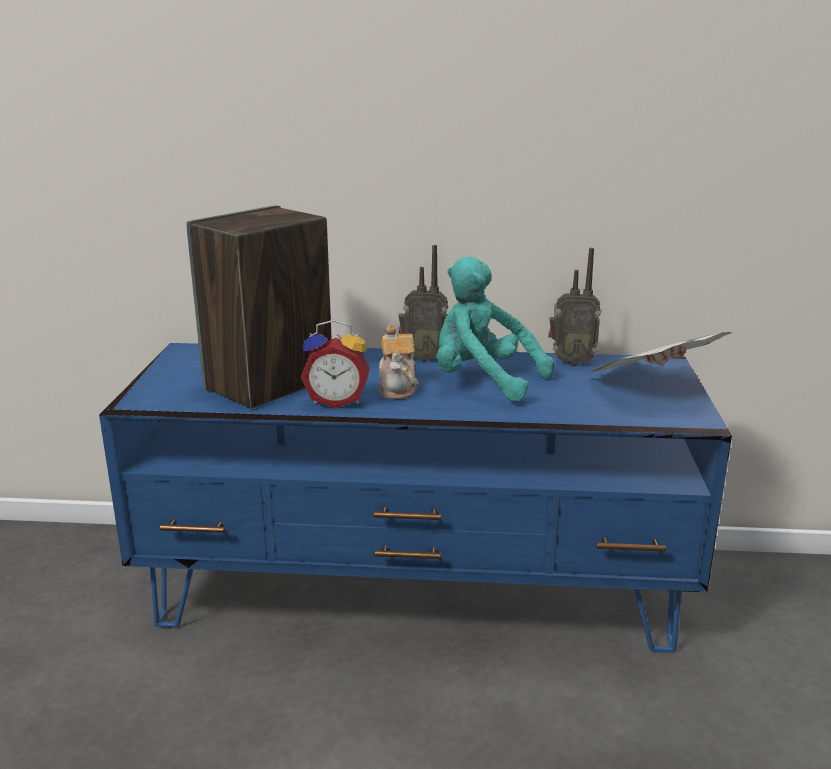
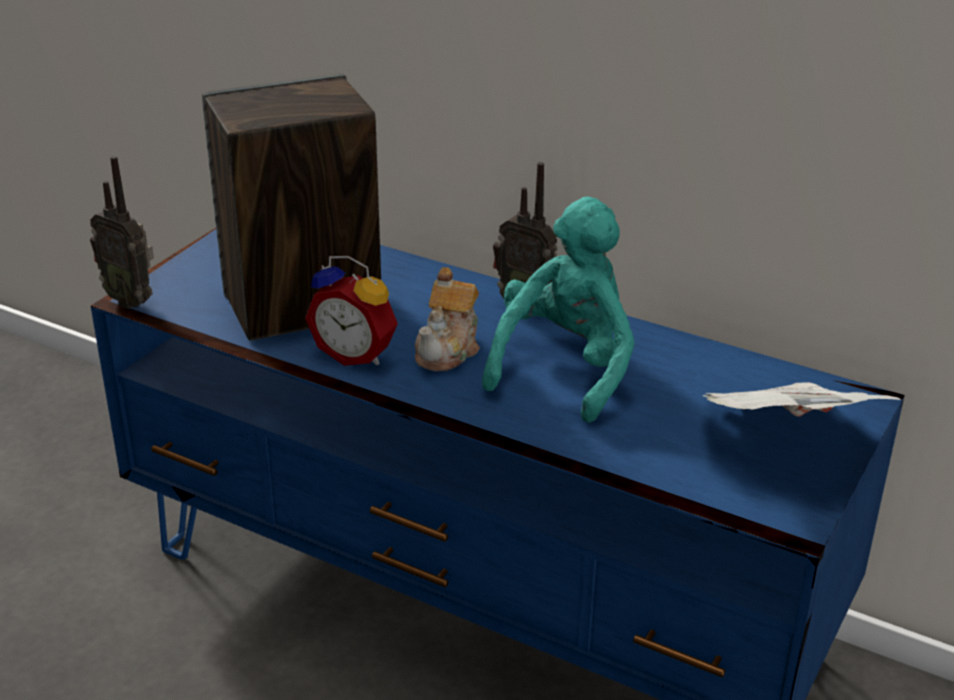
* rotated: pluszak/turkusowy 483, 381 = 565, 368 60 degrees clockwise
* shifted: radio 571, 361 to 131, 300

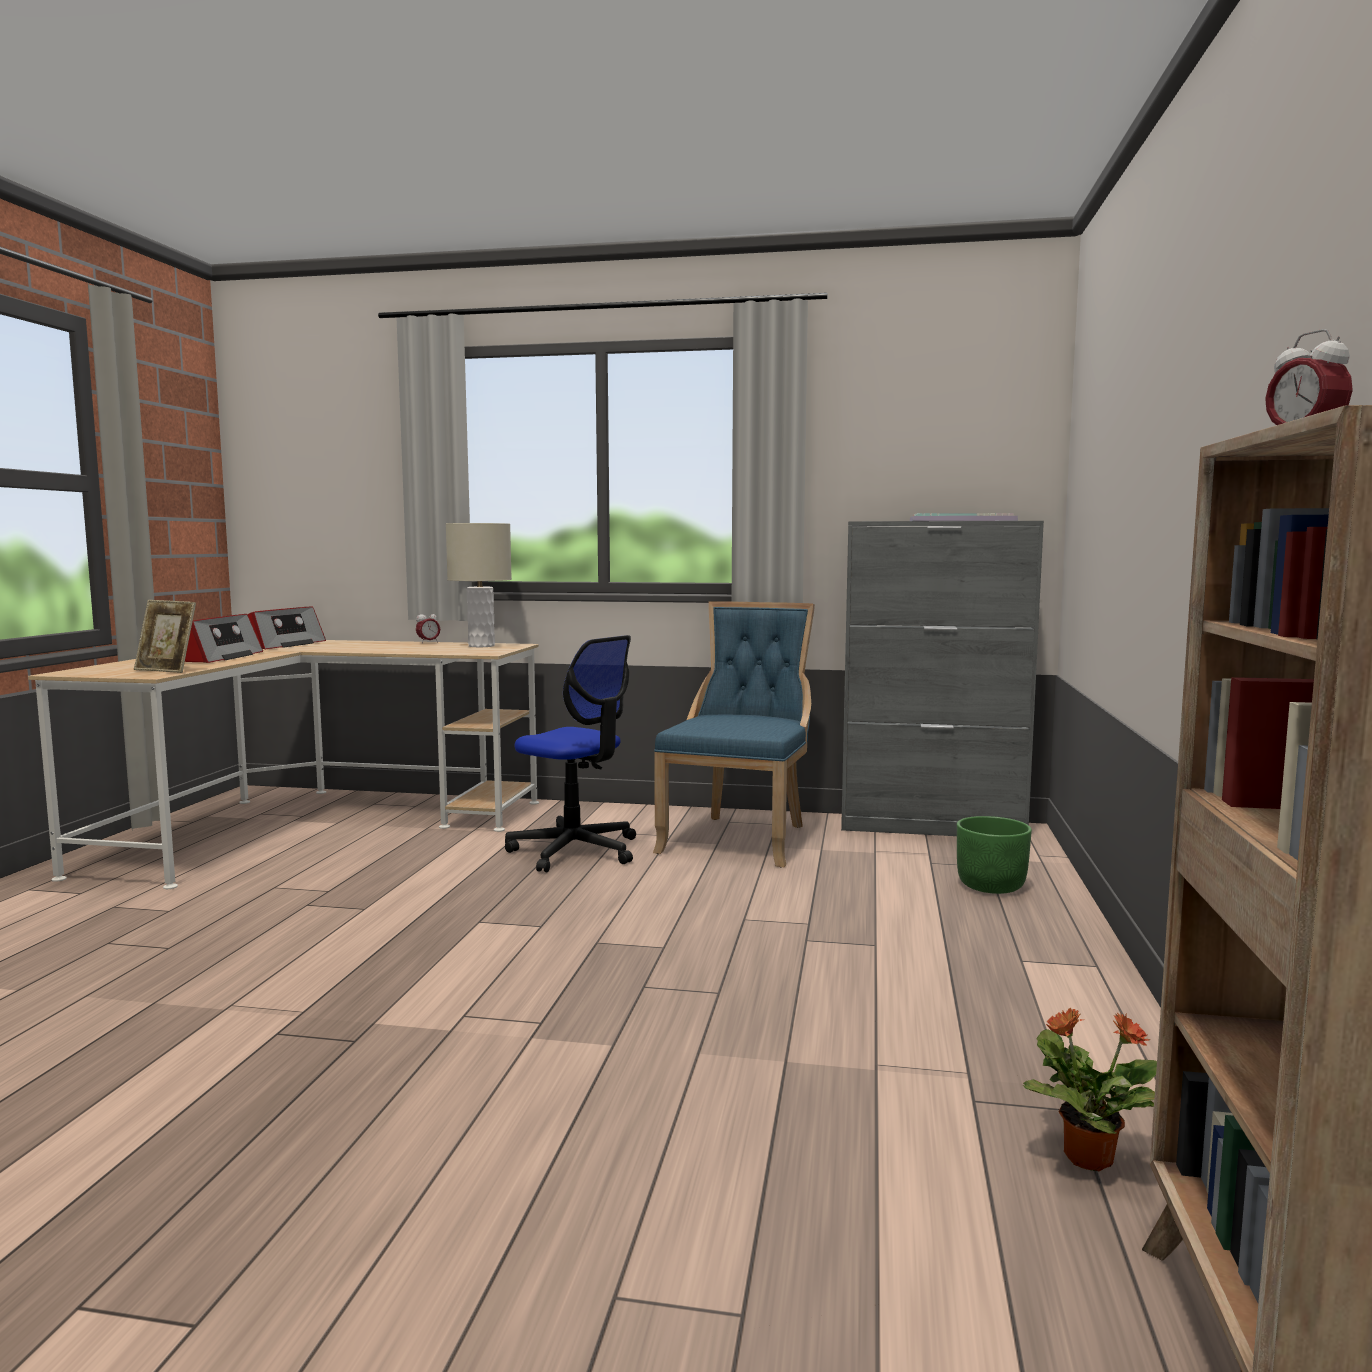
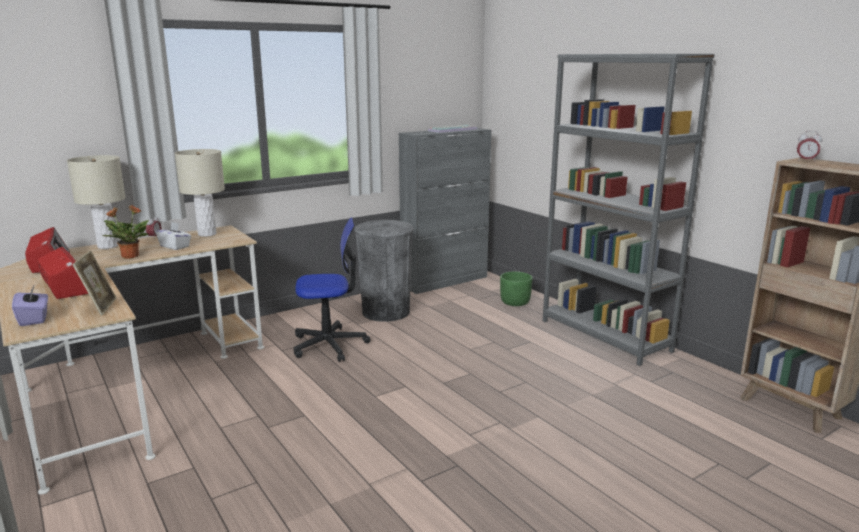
* rotated: ramka na zdjęcie 167, 670 = 100, 307 75 degrees counterclockwise
* swapped: krzesło/niebieski 740, 838 to kosz na śmieci/szary 386, 312
* shifted: roślina doniczkowa 1086, 1157 to 129, 256
* new: pudełko chusteczek/fioletowy 34, 319
* new: lampa stołowa/beżowy 107, 246
* new: pudełko chusteczek/biały 175, 246
* new: regał/szary 605, 335

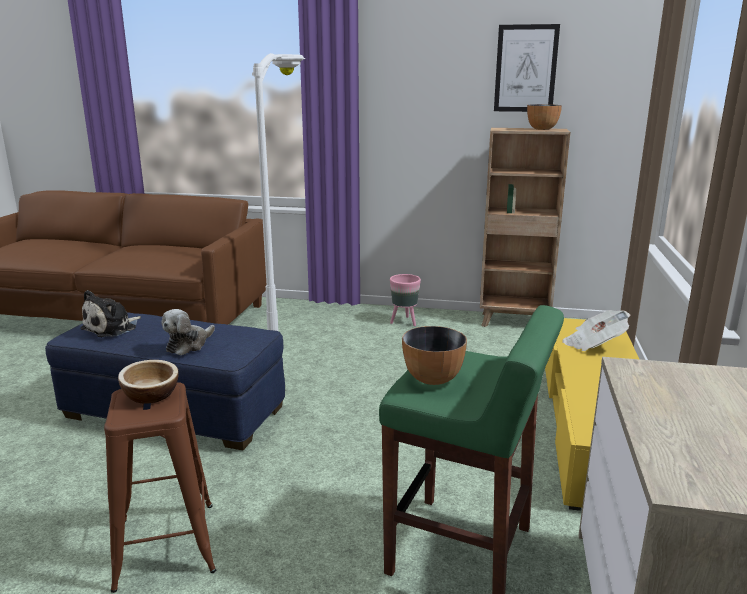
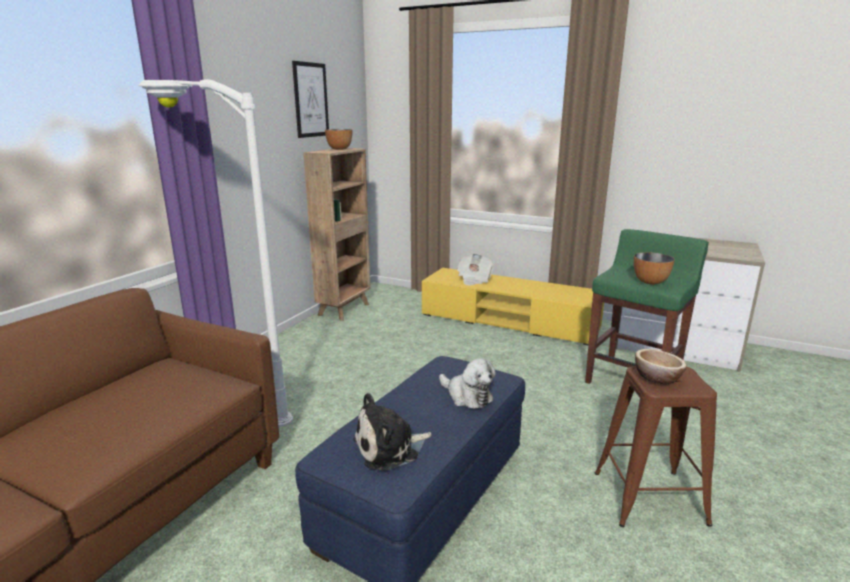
* rotated: pluszak 112, 328 = 390, 448 105 degrees clockwise
* gone: donica/różowy 404, 322

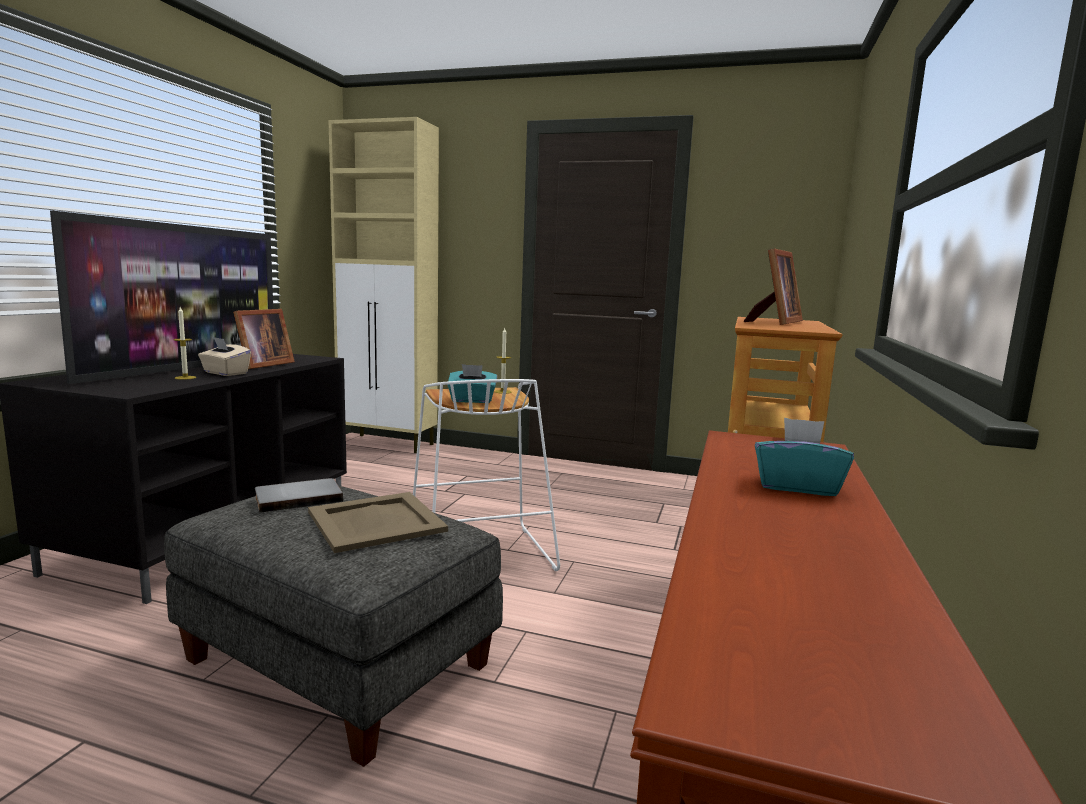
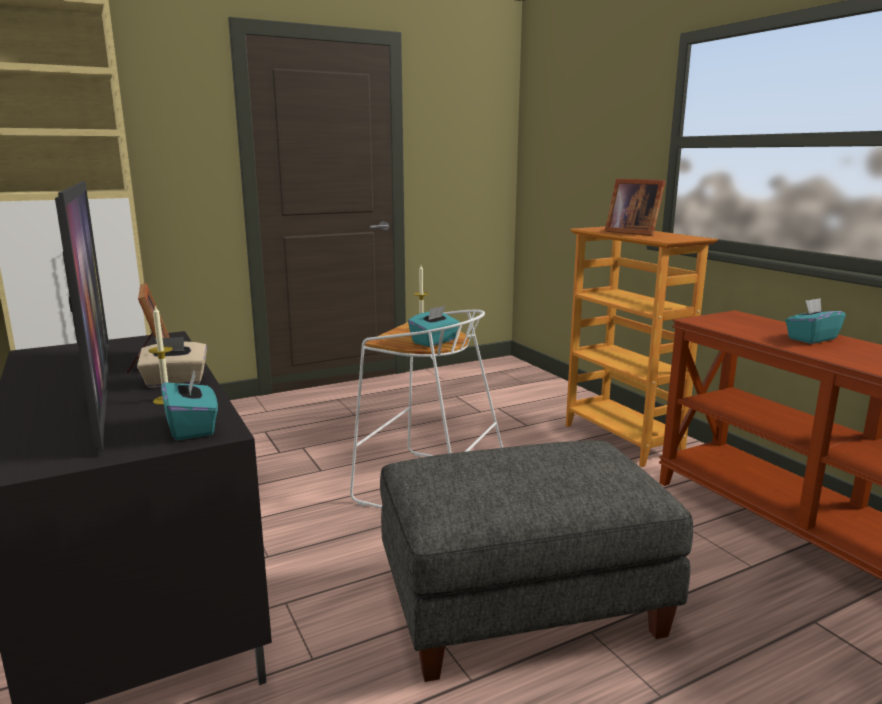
* gone: książka/szary 298, 497
* gone: taca/beżowy 375, 522
* rotated: ramka na zdjęcie 774, 322 = 632, 233 150 degrees clockwise
* new: pudełko chusteczek/turkusowy 192, 427

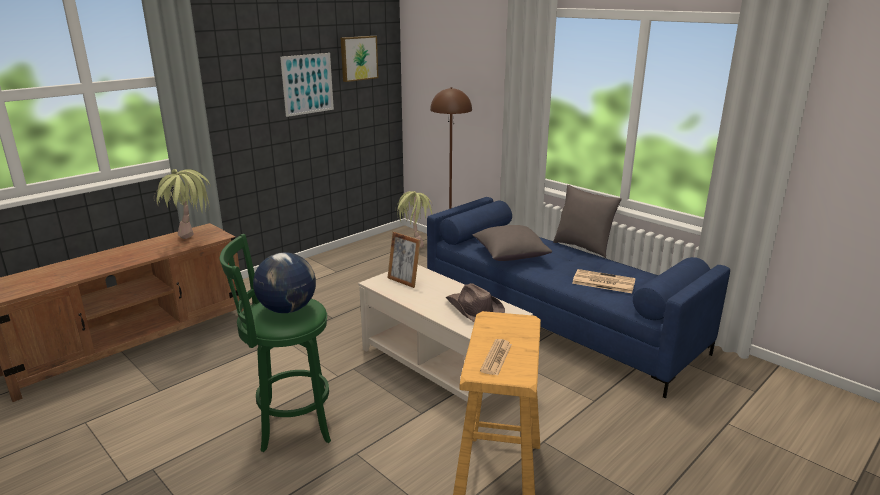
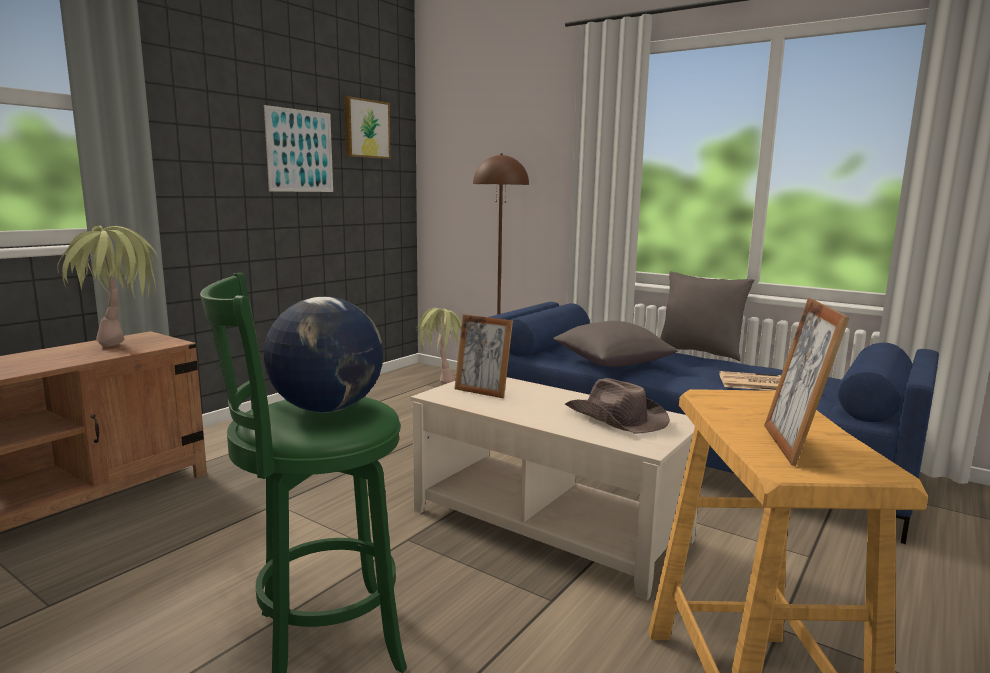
* swapped: gazeta 496, 358 to ramka na zdjęcie 793, 445

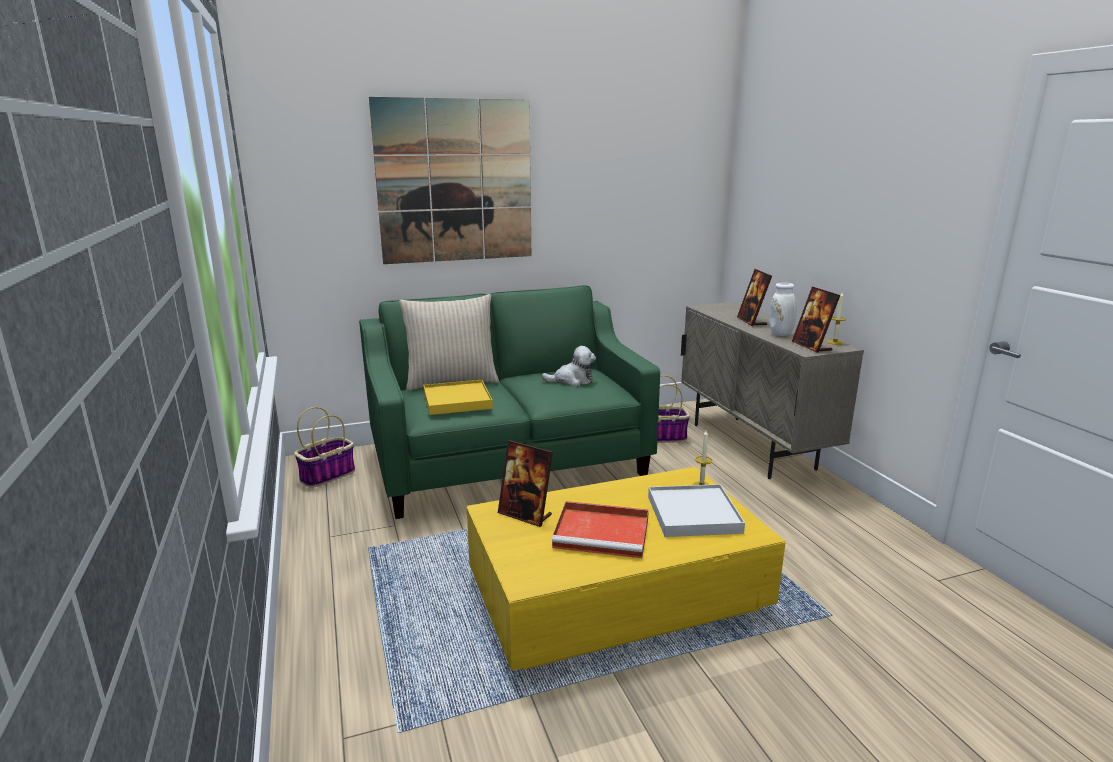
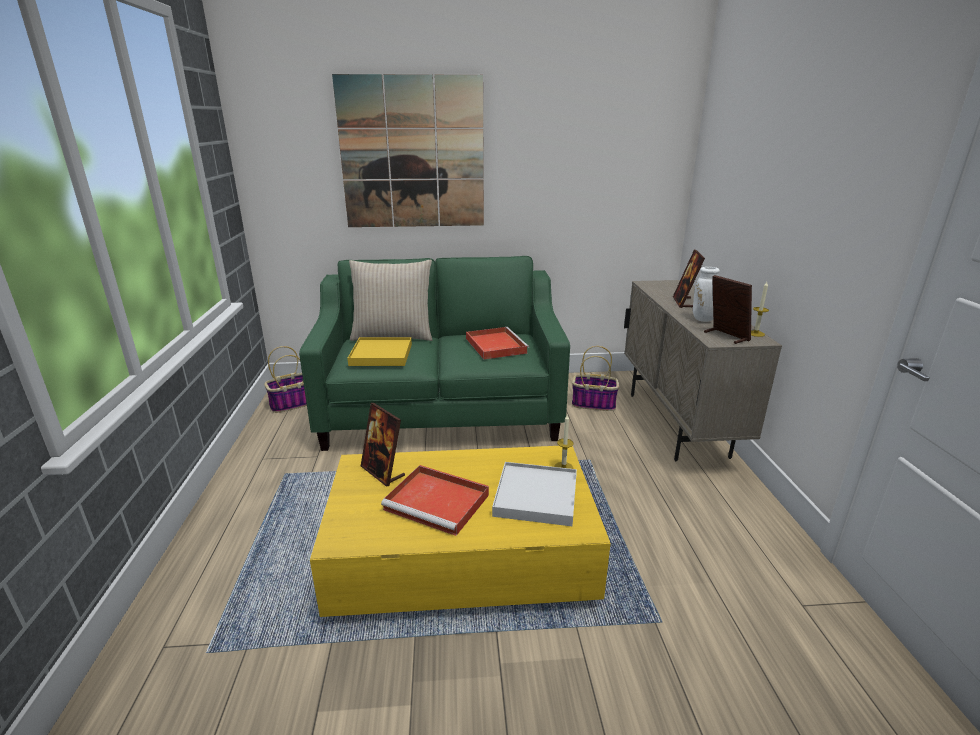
* swapped: pluszak 572, 380 to taca/czerwony 495, 345
* rotated: ramka na zdjęcie 812, 346 = 725, 336 150 degrees clockwise

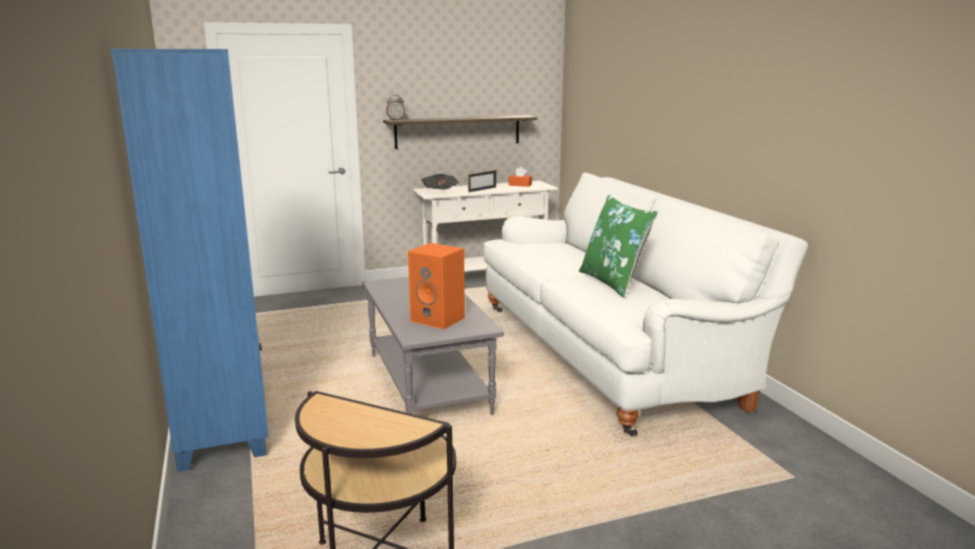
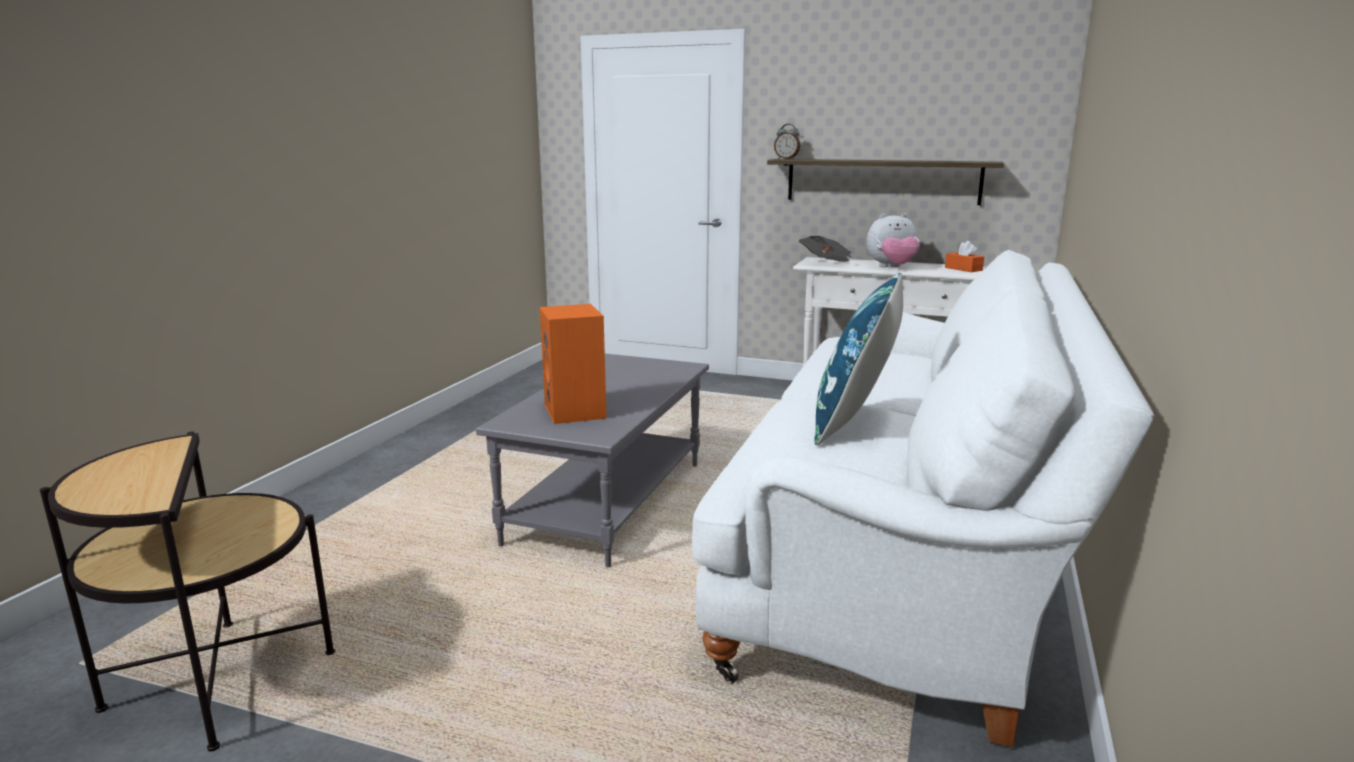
* gone: regał/niebieski 224, 422
* swapped: ramka na zdjęcie 482, 189 to pluszak 892, 267
* repainted: poduszka/zielony 613, 282 to poduszka/niebieski 855, 422

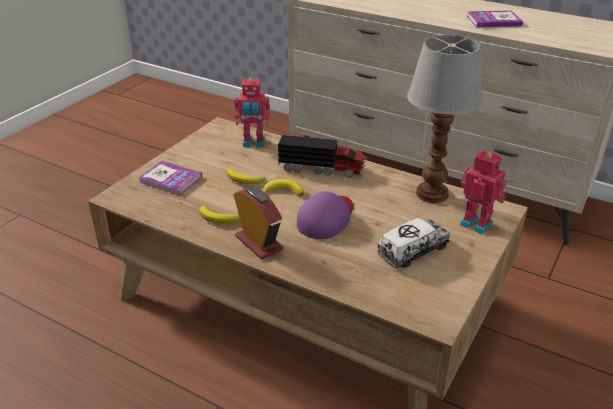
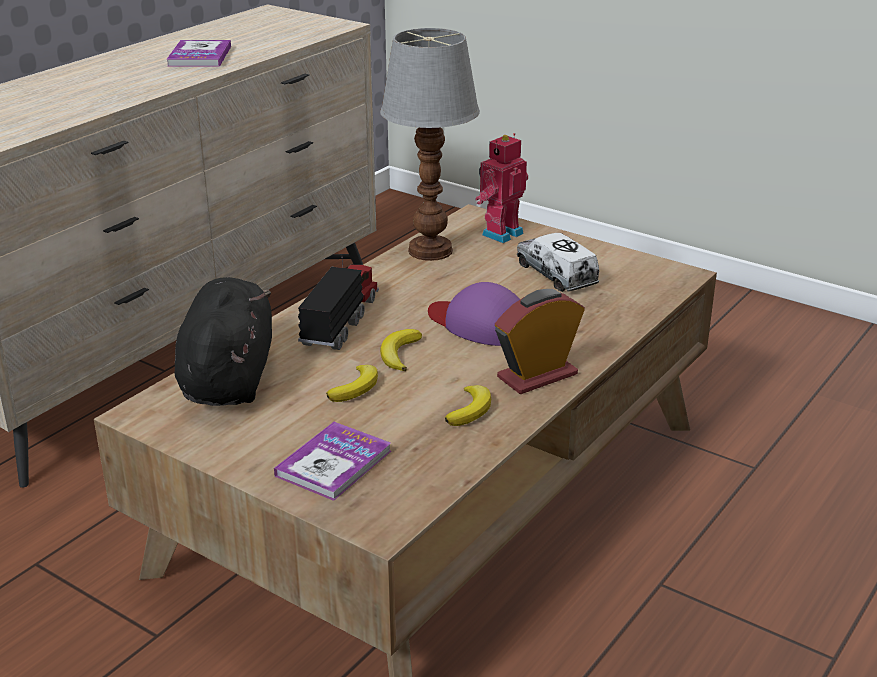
* swapped: robot zabawkowy 253, 143 to pluszak/czarny 228, 378

